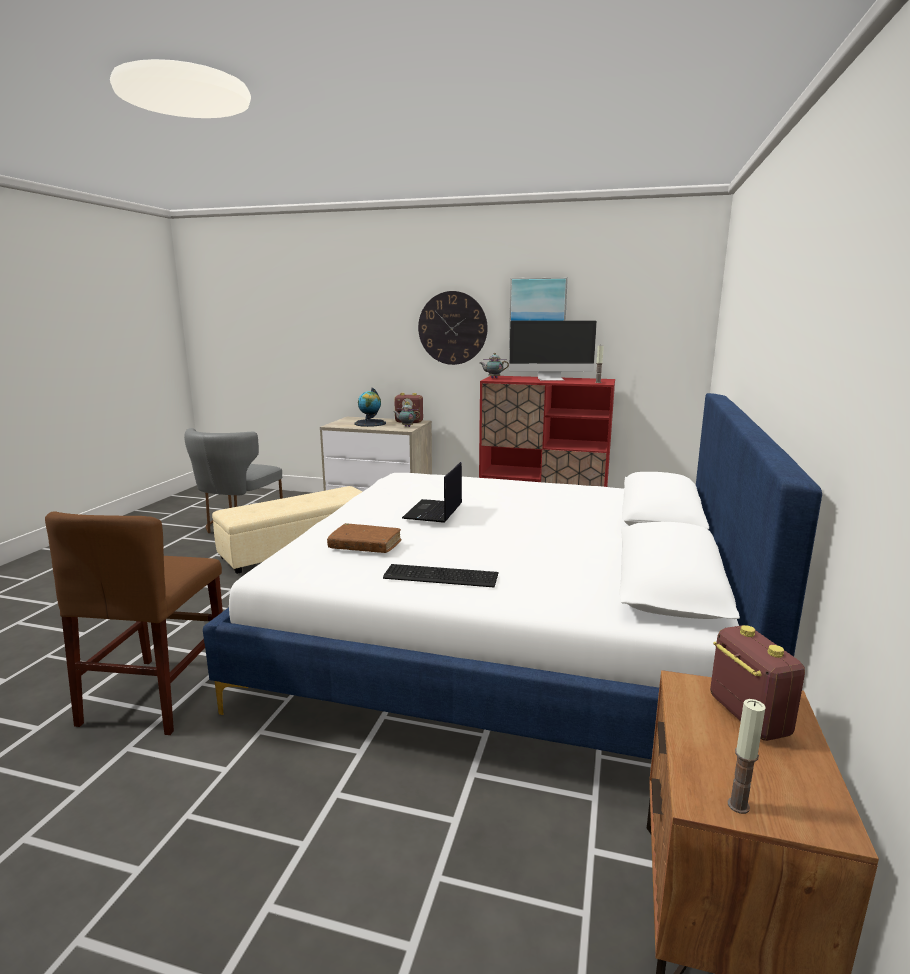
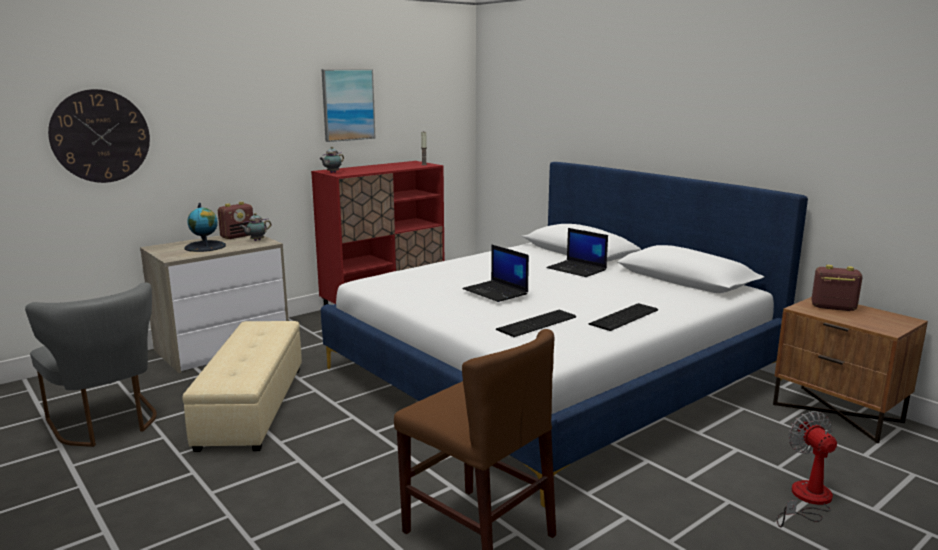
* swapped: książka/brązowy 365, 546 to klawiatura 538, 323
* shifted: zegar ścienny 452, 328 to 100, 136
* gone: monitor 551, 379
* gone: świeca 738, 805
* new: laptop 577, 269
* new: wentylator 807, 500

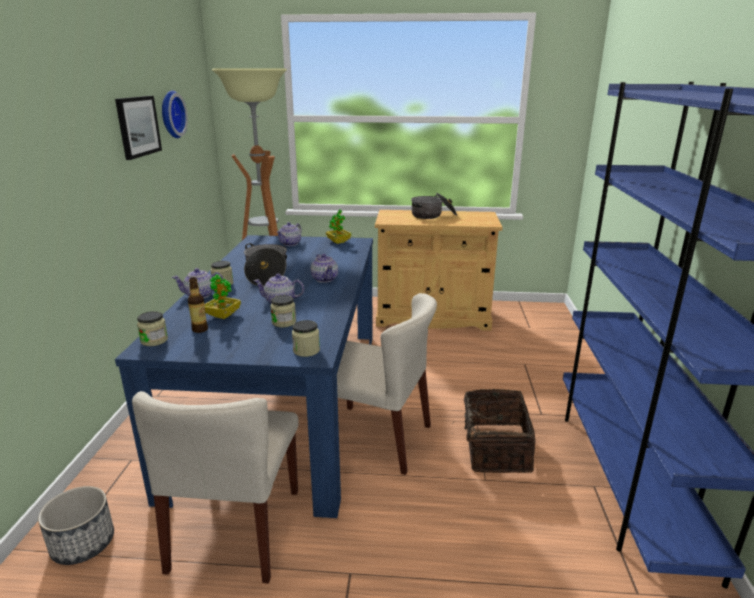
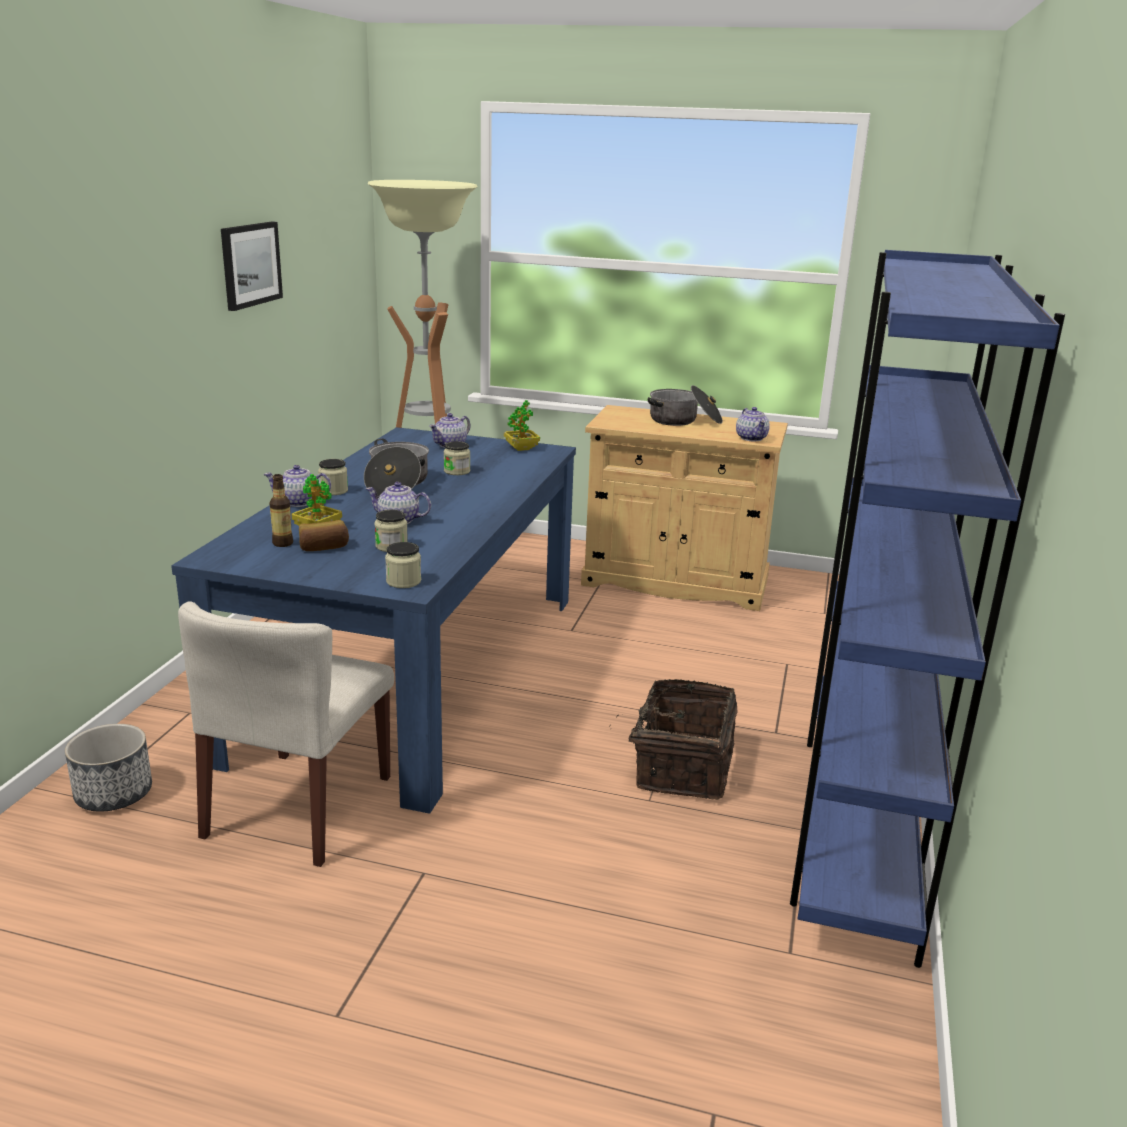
* shifted: słoik 154, 340 to 457, 471
* gone: zegar ścienny 170, 114
* shifted: imbryk 325, 279 to 751, 438
* gone: krzesło/beżowy 376, 437
* new: chleb 323, 548

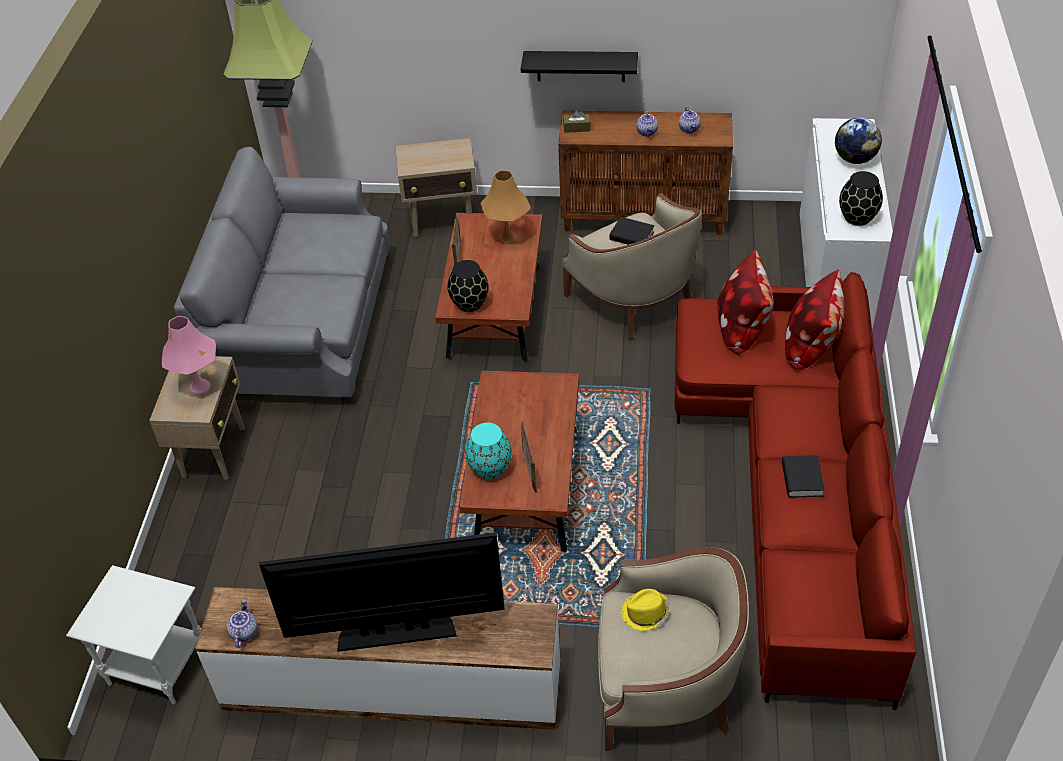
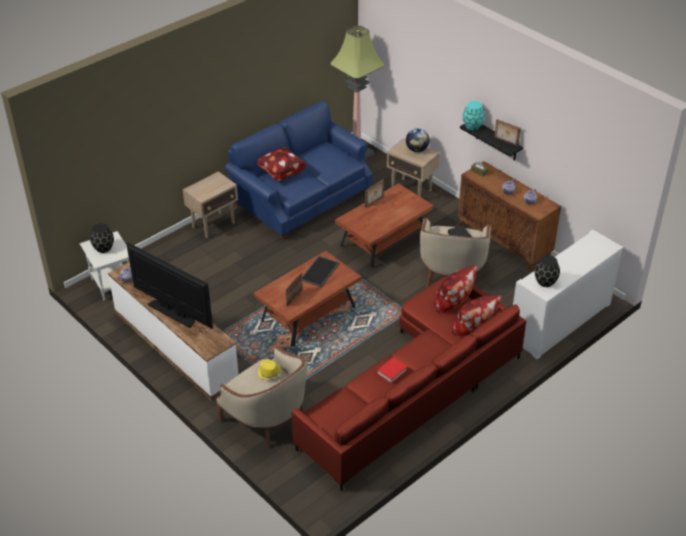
* gone: lampa stołowa/różowy 199, 386
* repainted: kanapa/szary 302, 324 to kanapa/niebieski 302, 197
* shifted: wazon/czarny 469, 303 to 103, 248
* shifted: wazon/turkusowy 490, 467 to 473, 126
* gone: lampa stołowa/pomarańczowy 507, 238
* repainted: książka/czarny 802, 479 to książka/czerwony 391, 372
* shifted: globus 855, 159 to 416, 150
* new: poduszka 280, 172
* new: taca 320, 272
* new: ramka na zdjęcie 506, 142

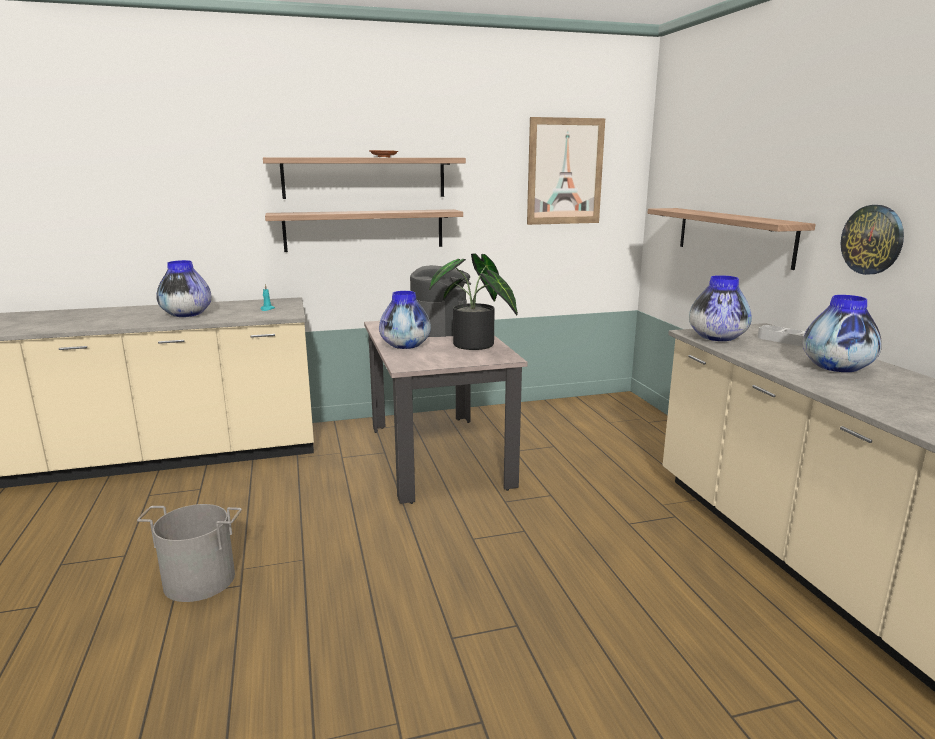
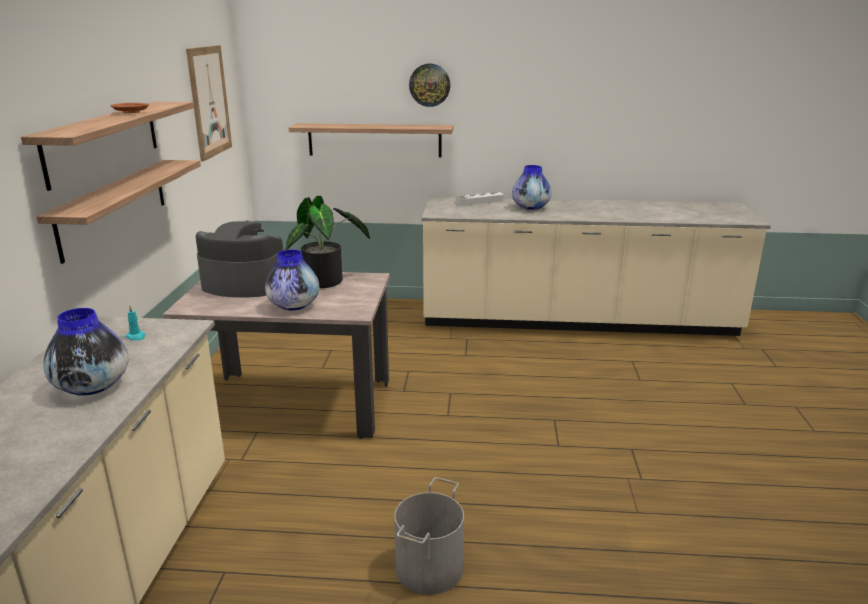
* gone: wazon 717, 338
* shifted: zegar ścienny 872, 239 to 429, 85

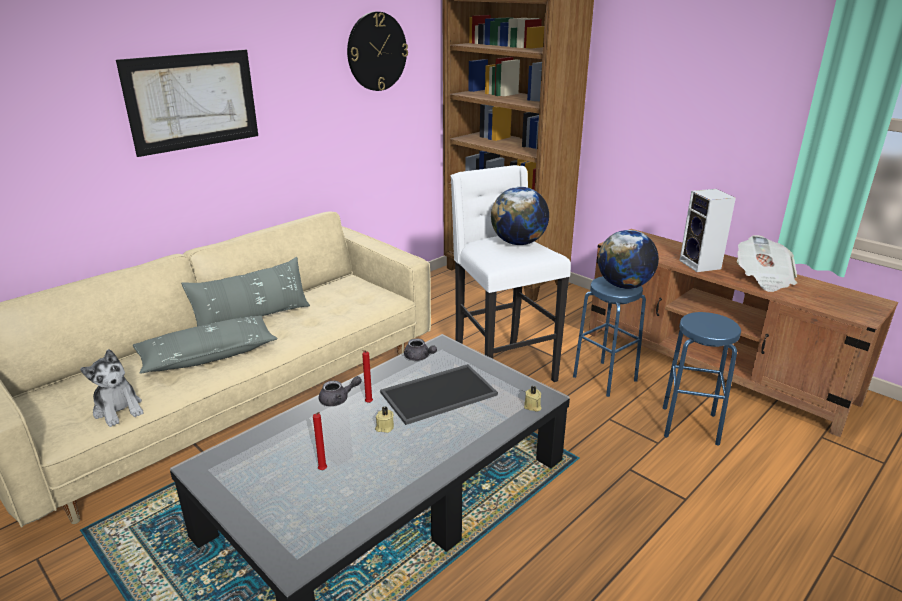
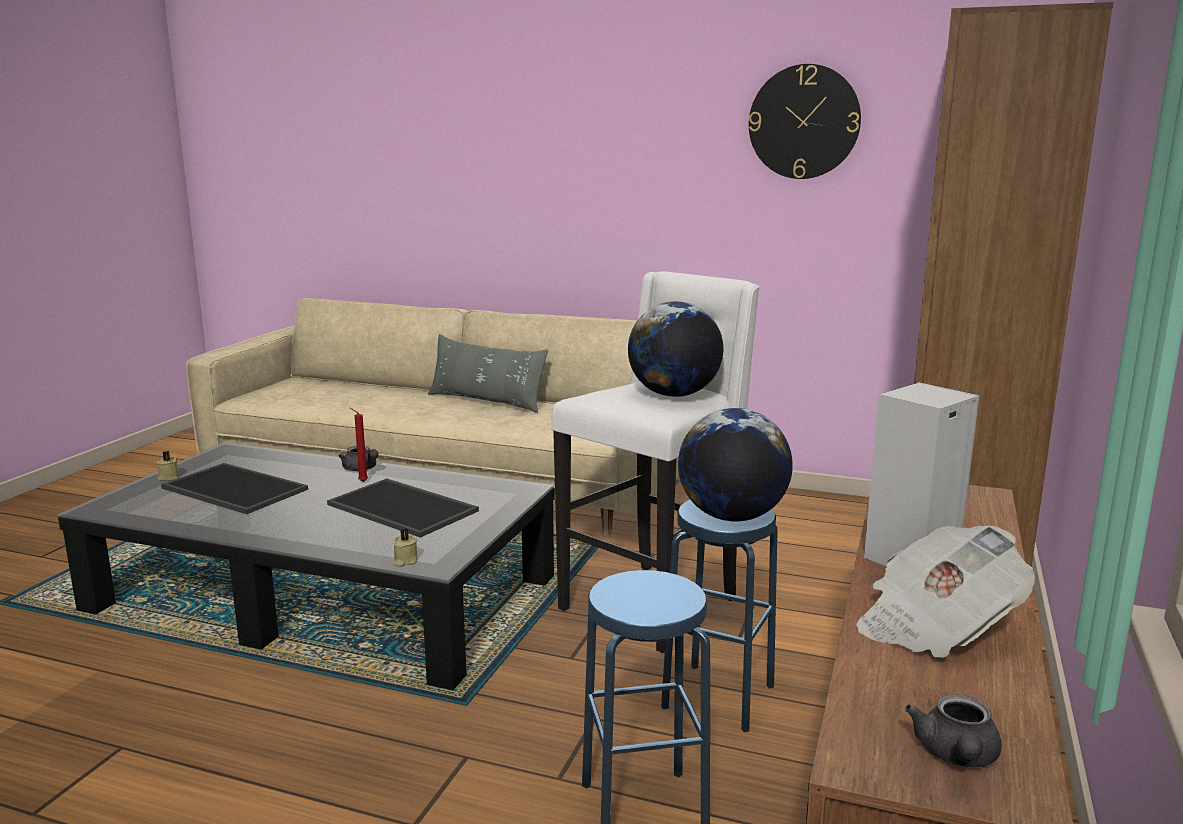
* gone: pluszak 119, 409
* gone: obraz 193, 101
* gone: poduszka/szary 208, 355
* swapped: świeca/czerwony 323, 471 to taca 232, 489
* shifted: świeca/beżowy 384, 427 to 168, 477
* shifted: imbryk/szary 419, 357 to 956, 756

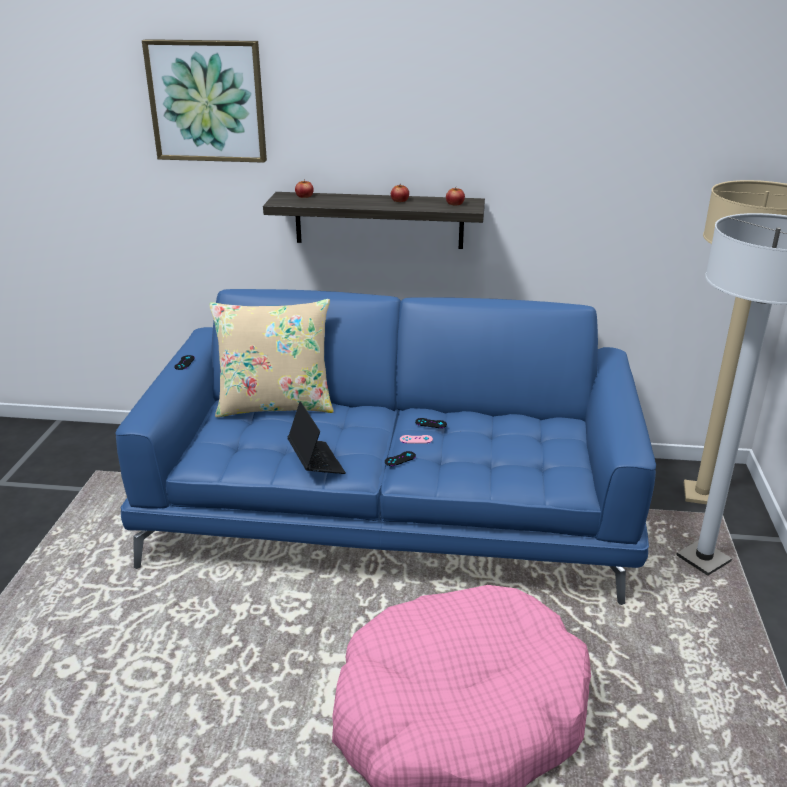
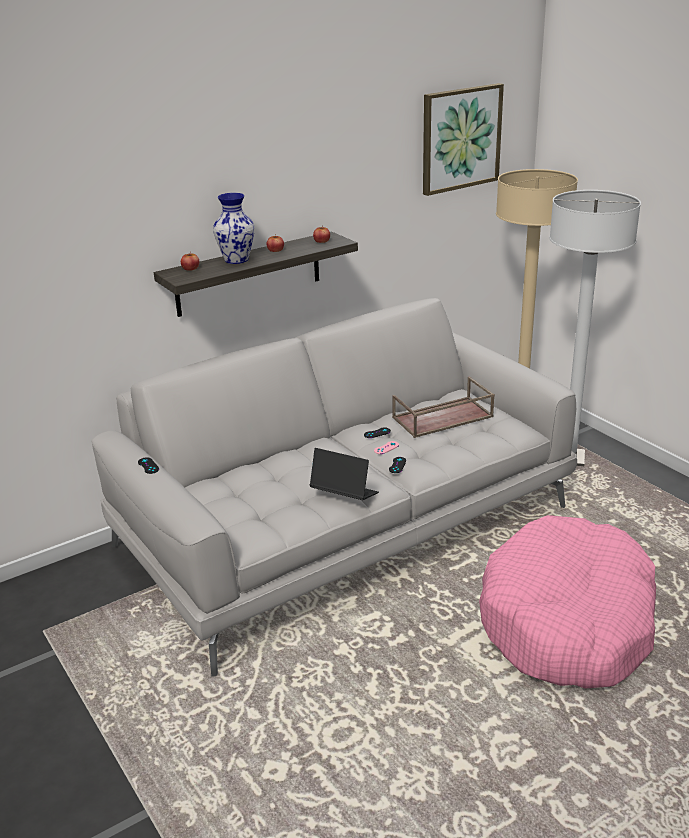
* repainted: kanapa/niebieski 393, 509 to kanapa/szary 348, 526
* shifted: obraz 207, 101 to 460, 138
* gone: poduszka/beżowy 275, 405
* new: wazon 237, 260
* new: taca/brązowy 442, 418

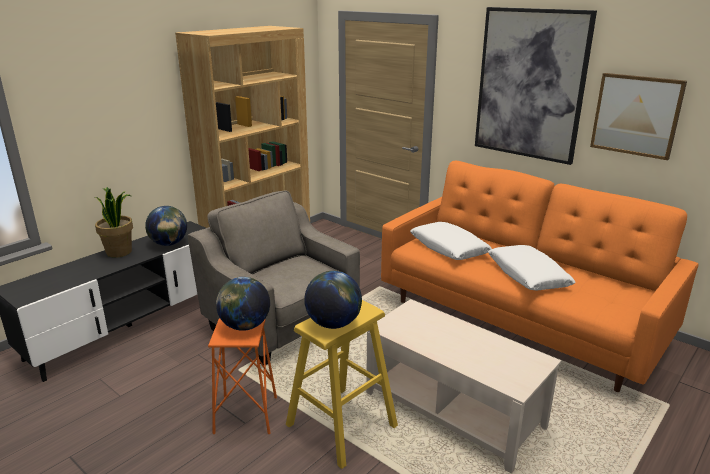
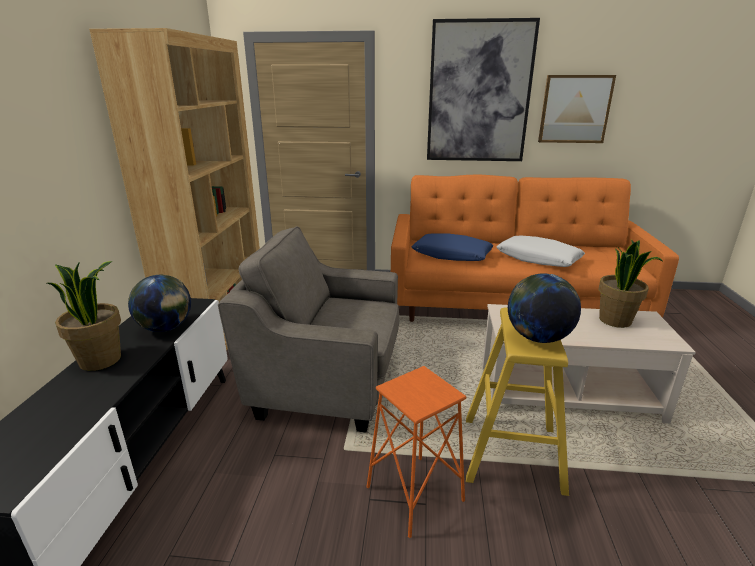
* gone: globus 245, 326
* repainted: poduszka/biały 448, 248 to poduszka/niebieski 452, 255
* new: roślina doniczkowa 615, 320

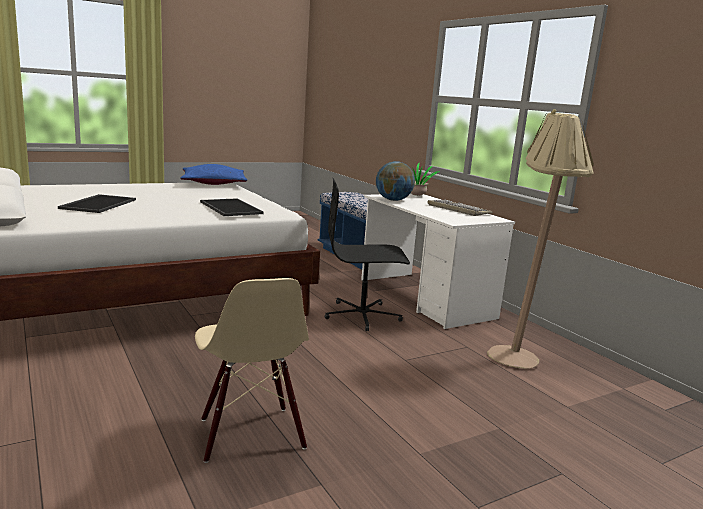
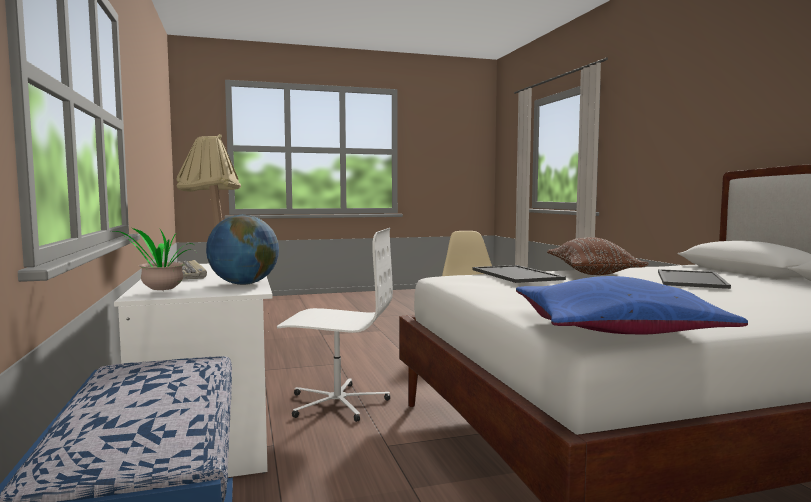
* repainted: krzesło biurowe/czarny 362, 315 to krzesło biurowe/biały 337, 402
* new: poduszka/brązowy 591, 273

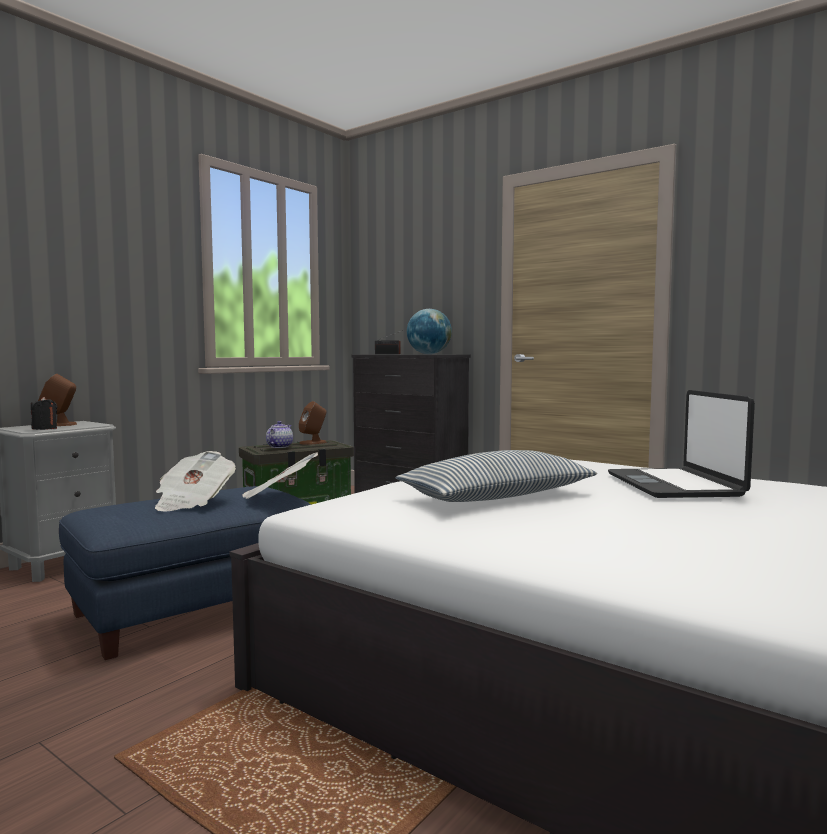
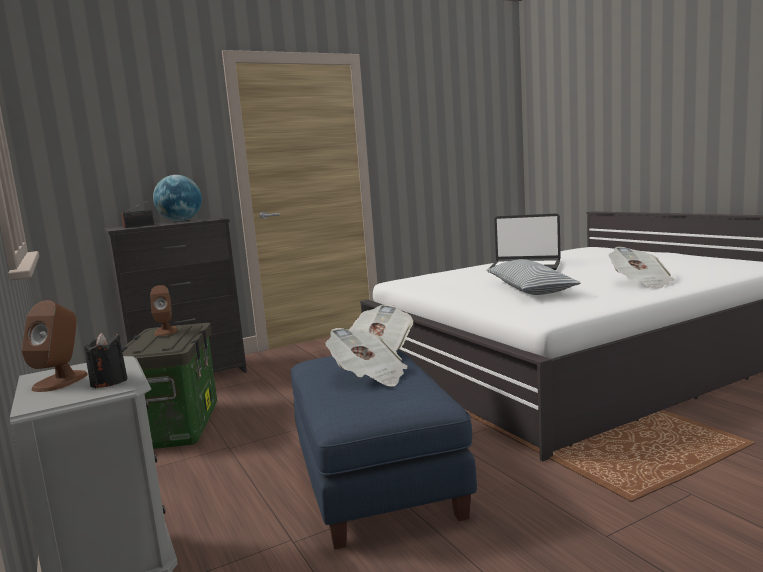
* gone: imbryk 279, 446
* new: gazeta 641, 283

